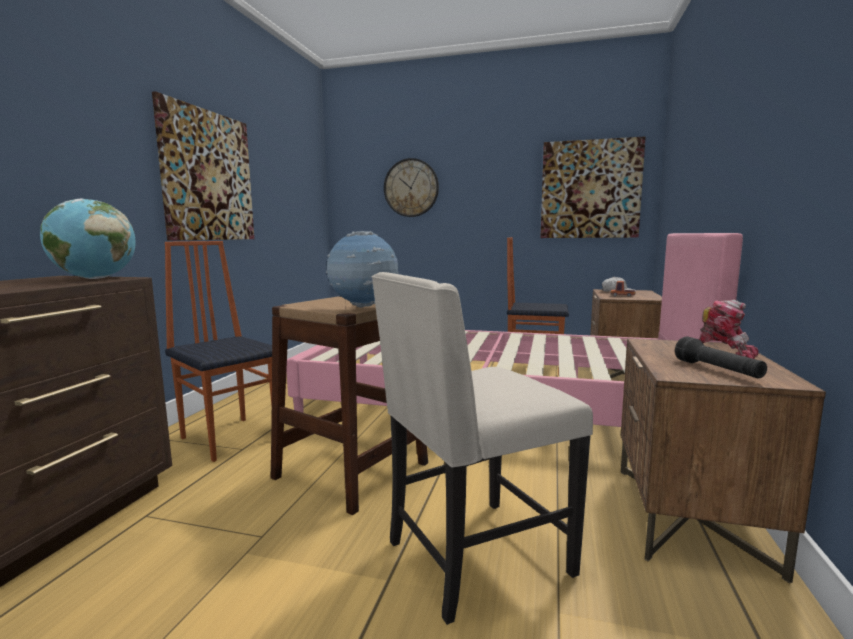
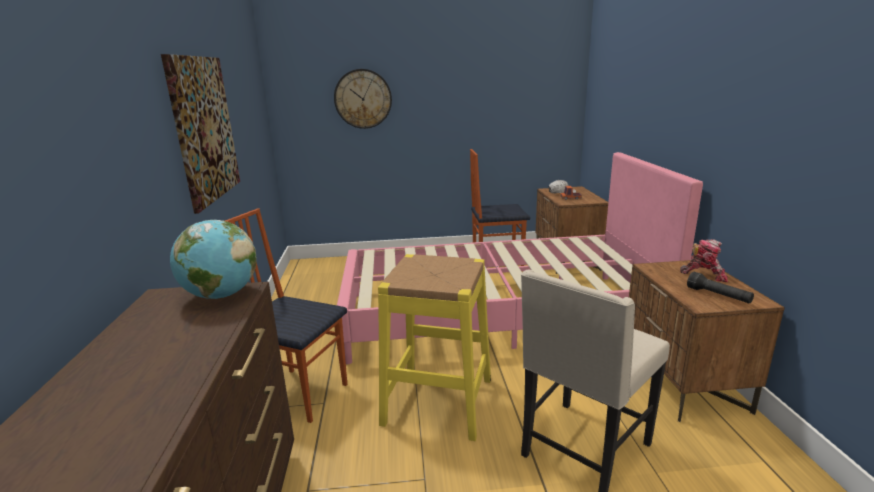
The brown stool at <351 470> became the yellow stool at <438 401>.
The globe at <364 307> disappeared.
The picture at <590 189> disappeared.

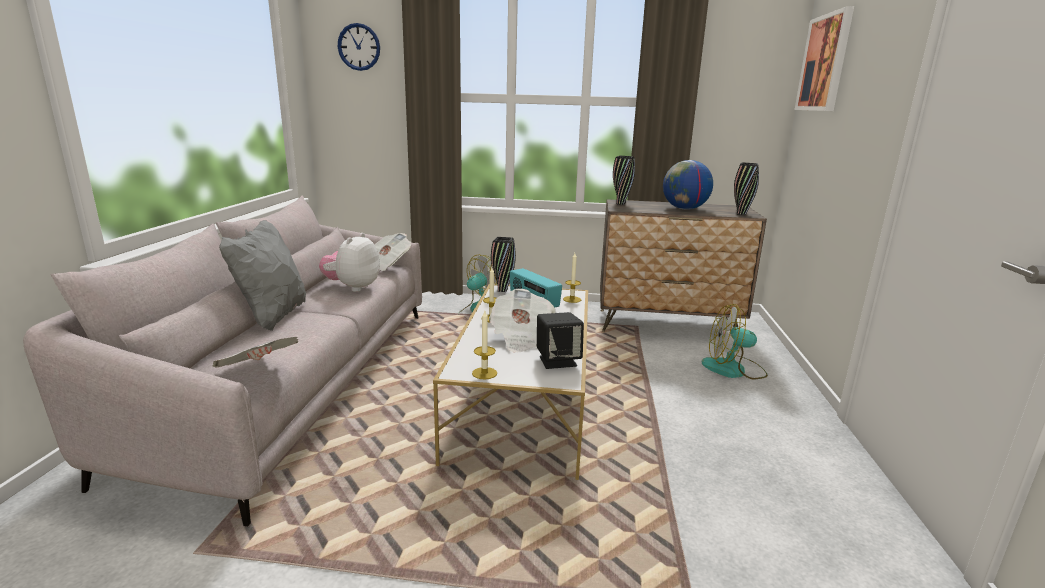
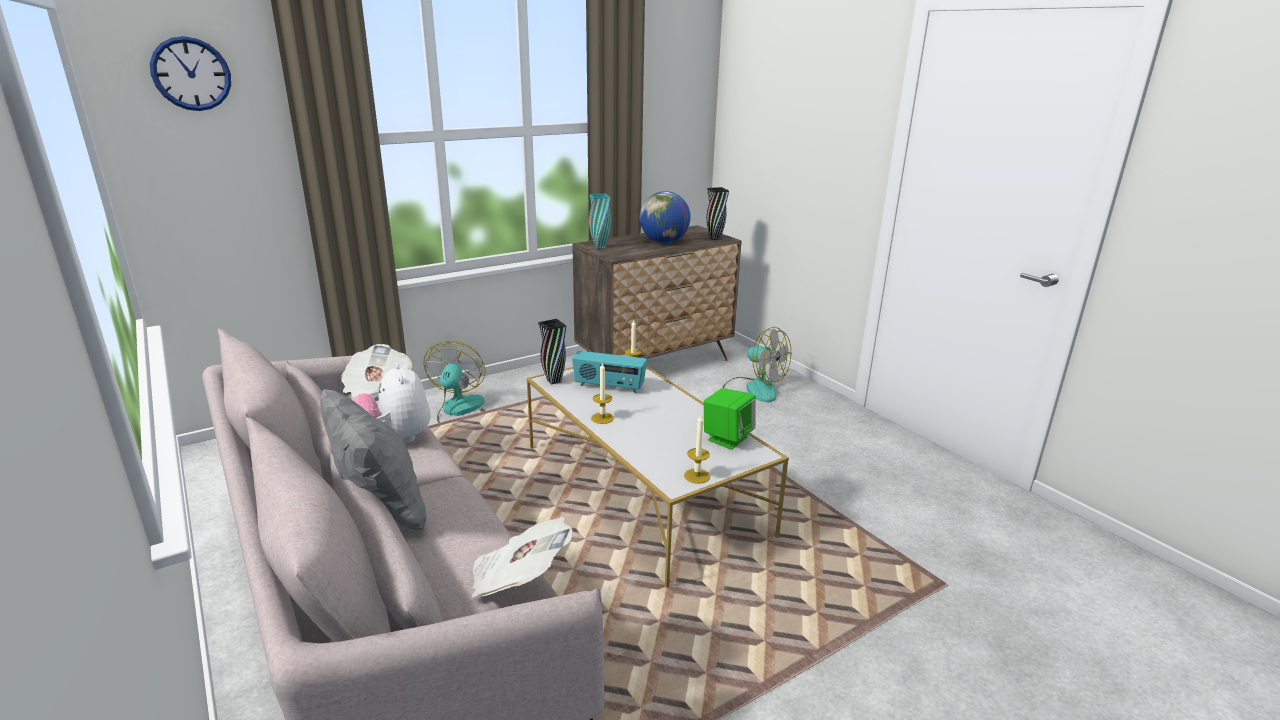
The black vase at <621 203> became the turquoise vase at <600 247>.
The black speaker at <558 361> became the green speaker at <727 438>.
The fan at <733 369> turned 105 degrees counterclockwise.
The newspaper at <522 338> disappeared.
The picture at <824 63> disappeared.

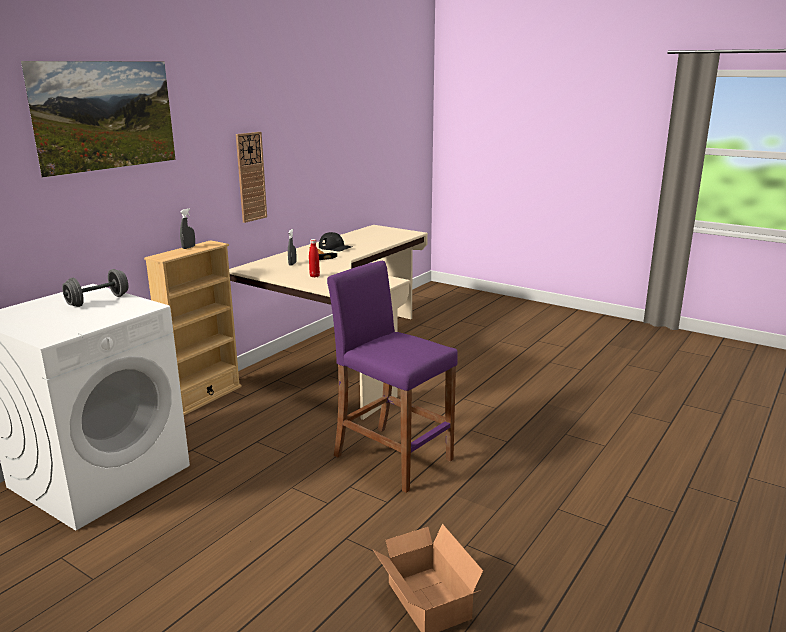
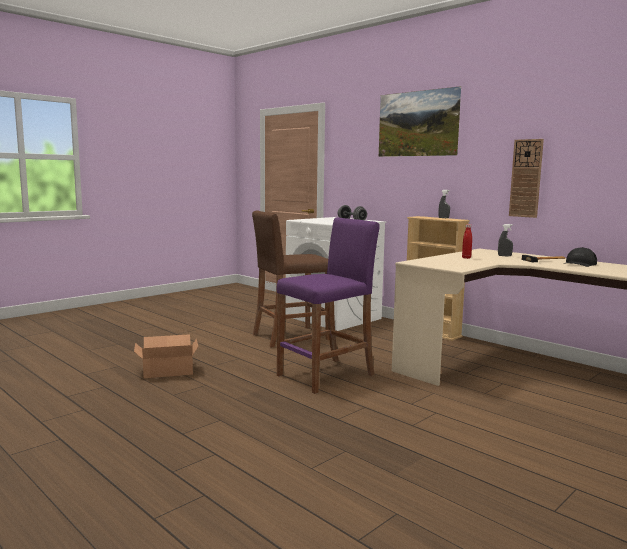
The brown stool at <290 337> appeared.

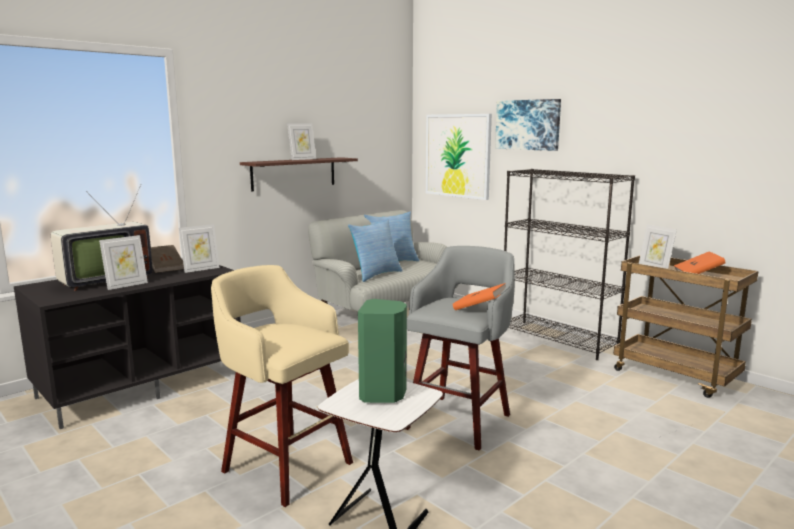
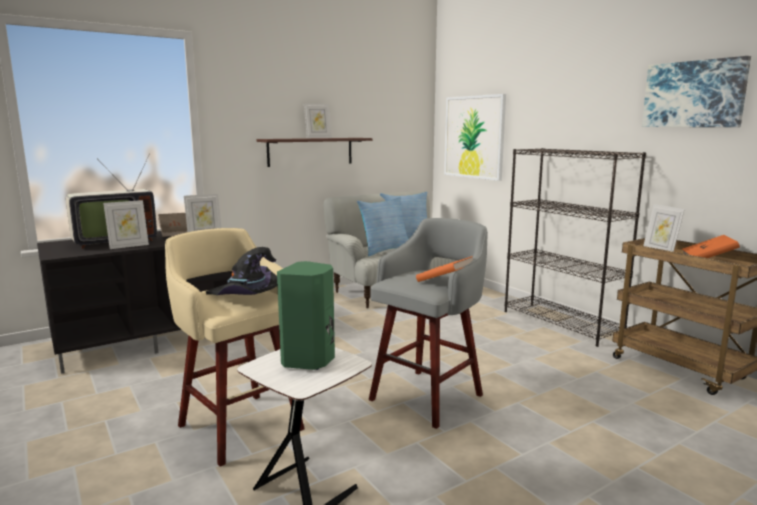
The black hat at <246 296> appeared.
The picture moved from <528 125> to <693 94>.

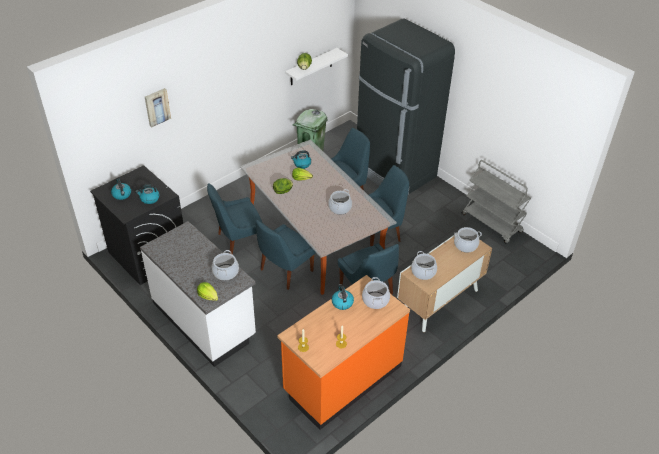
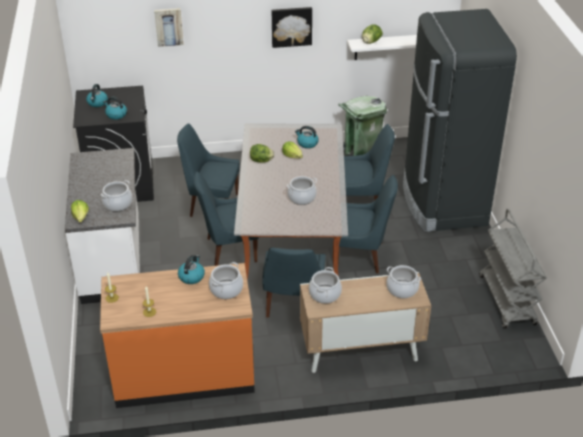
The picture at <291 26> appeared.

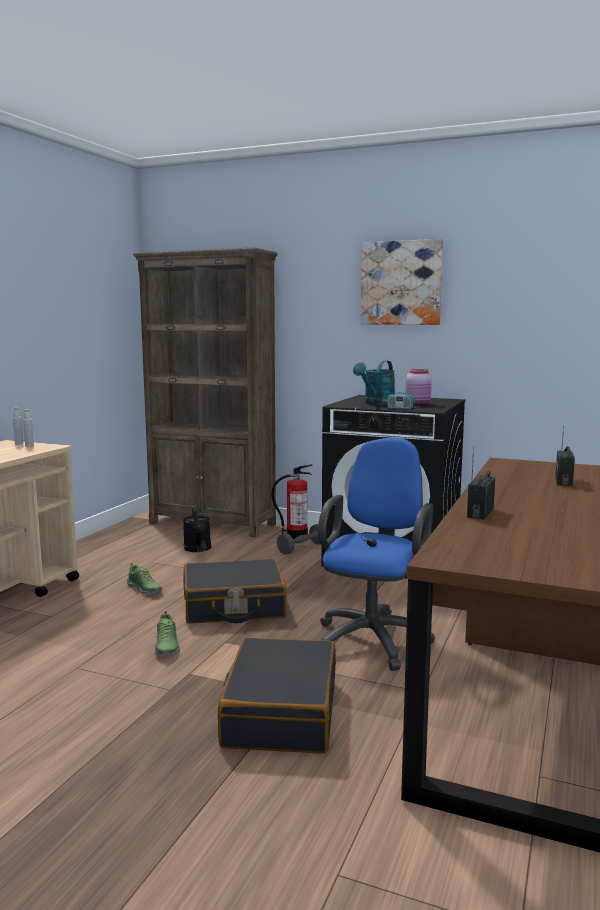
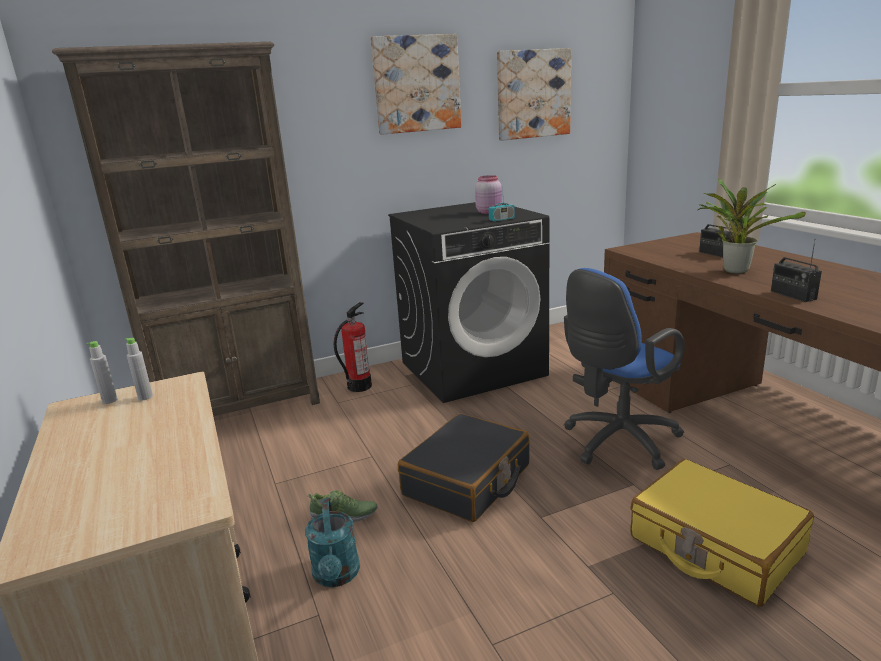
The turquoise watering can moved from <376 404> to <336 576>.
The picture at <533 94> appeared.
The blue office chair at <373 638> turned 105 degrees counterclockwise.
The black suitcase at <280 712> became the yellow suitcase at <714 545>.
The potted plant at <734 270> appeared.
The shoe at <166 646> disappeared.
The black watering can at <198 549> disappeared.
The grey dumbbell at <302 548> disappeared.

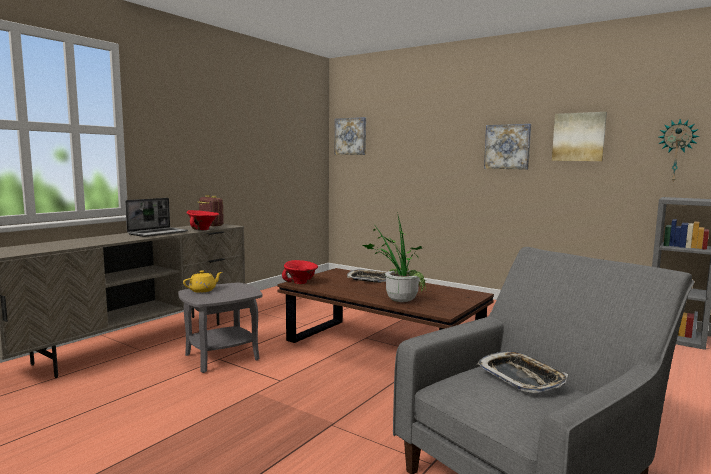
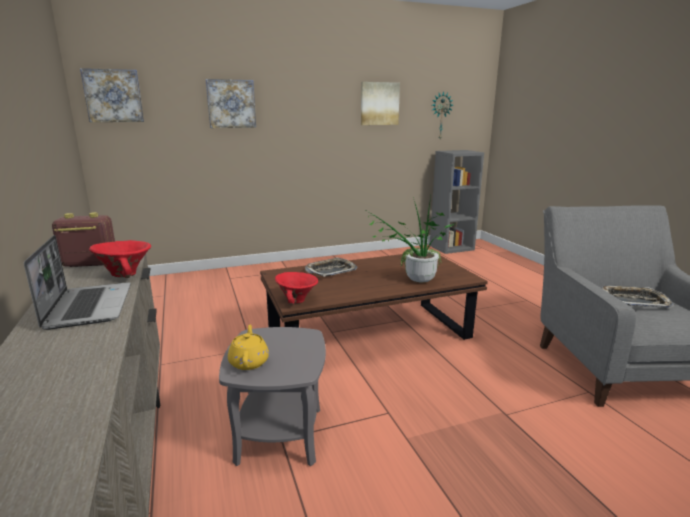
The picture moved from <507 146> to <231 104>.

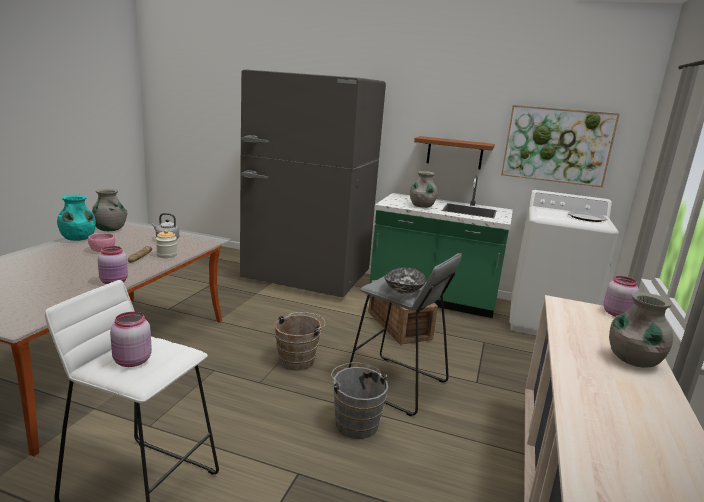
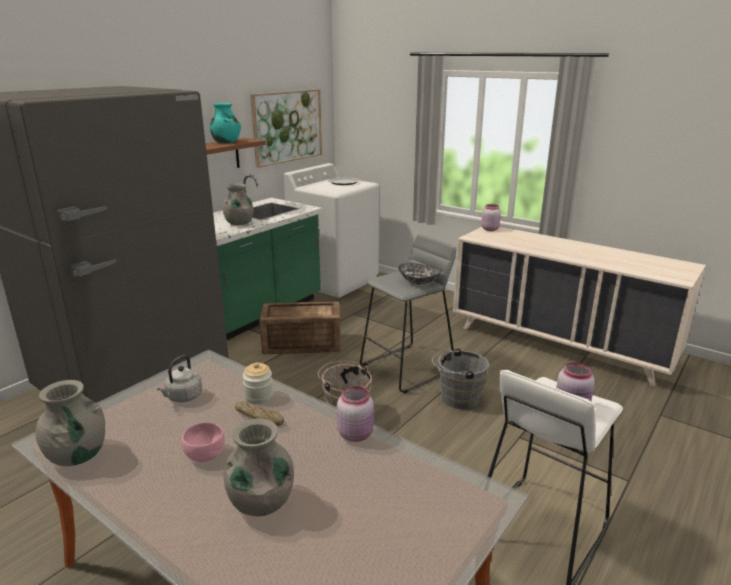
The turquoise vase moved from <78 238> to <226 142>.
The grey vase moved from <633 360> to <261 502>.

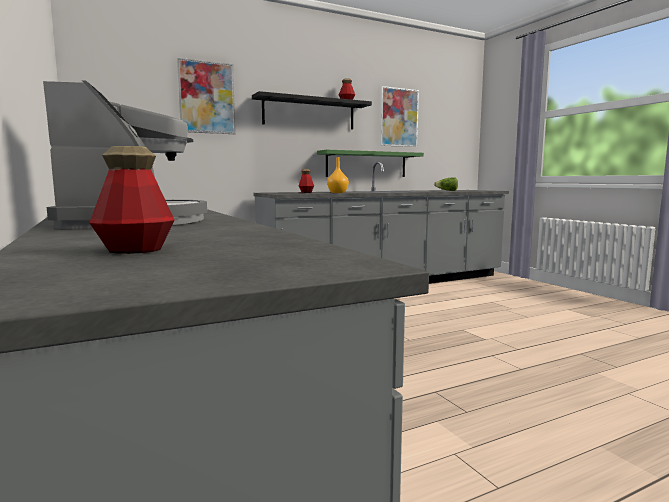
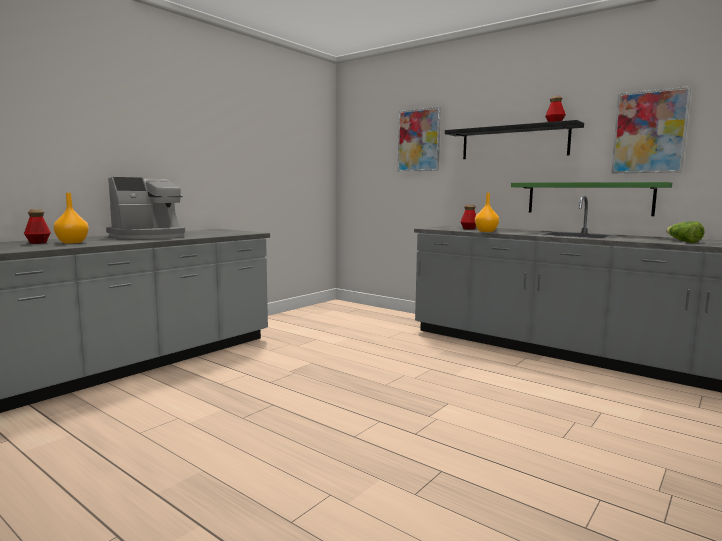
The orange vase at <73 242> appeared.

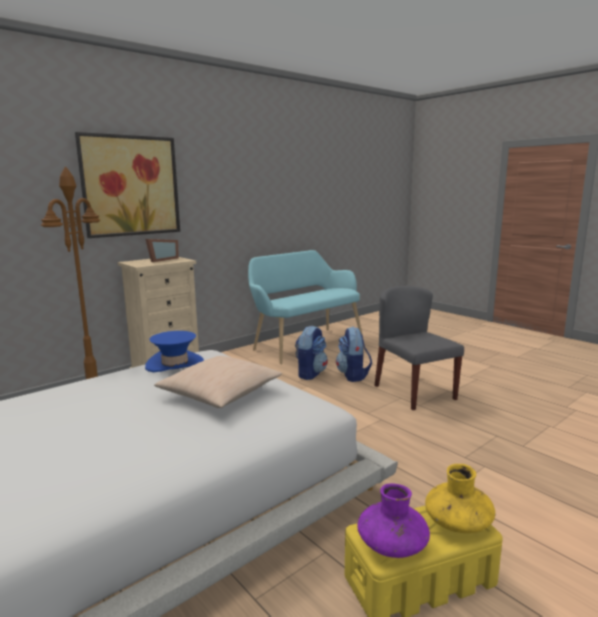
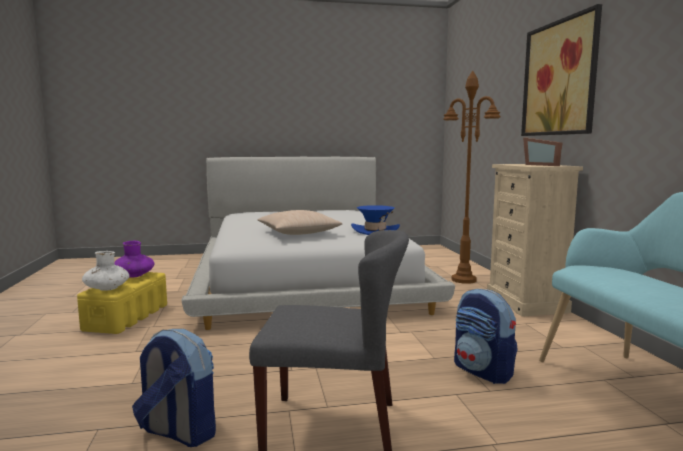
The yellow vase at <457 523> became the white vase at <107 288>.
The backpack moved from <353 375> to <178 432>.

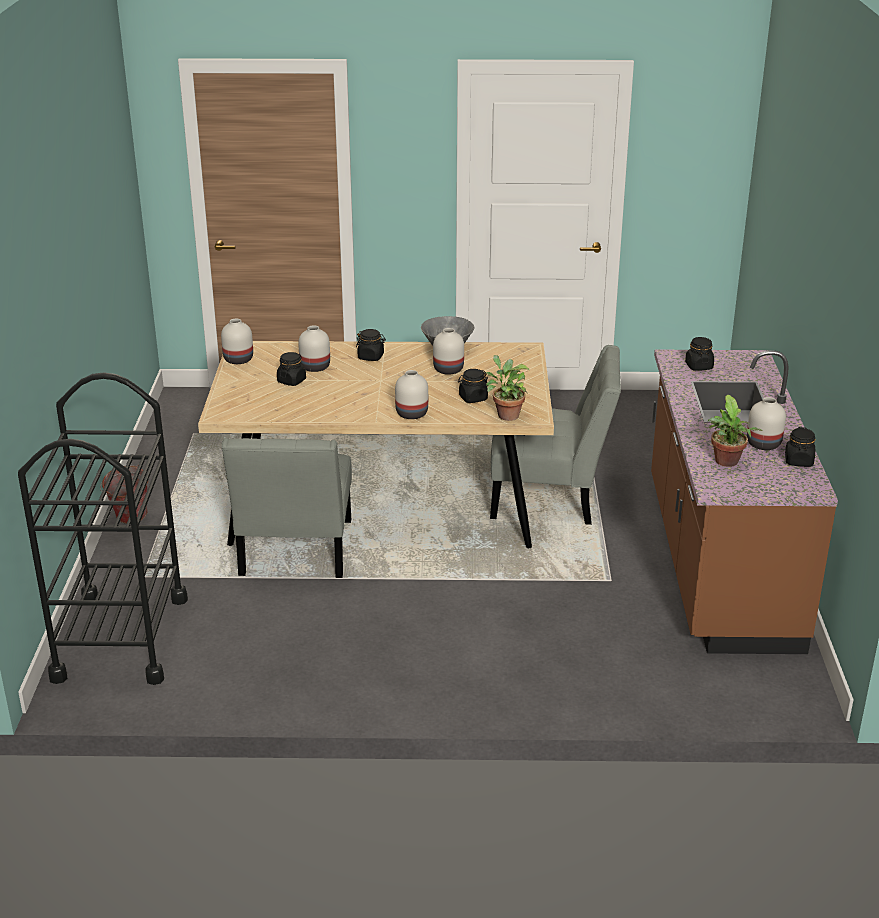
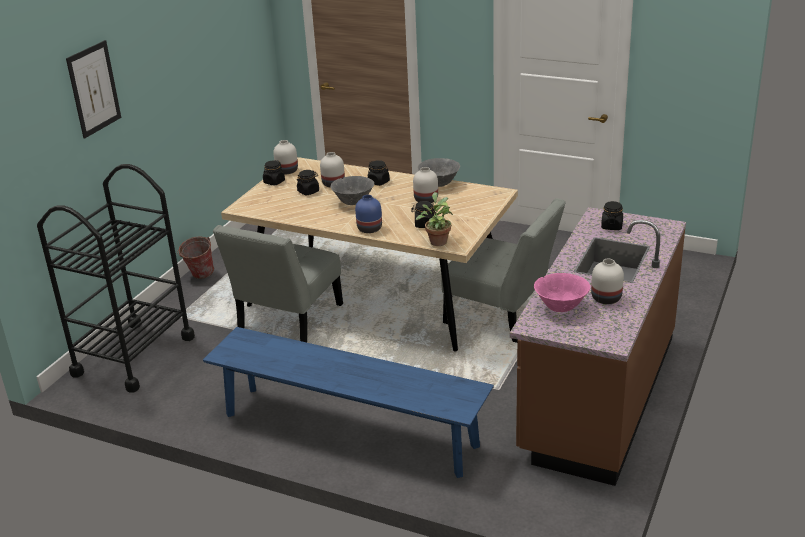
The picture at <94 89> appeared.
The blue bench at <349 430> appeared.
The black jar moved from <798 461> to <274 182>.
The grey bowl at <353 203> appeared.
The white vase at <412 414> became the blue vase at <369 229>.
The potted plant at <727 463> was replaced by the pink bowl at <560 308>.

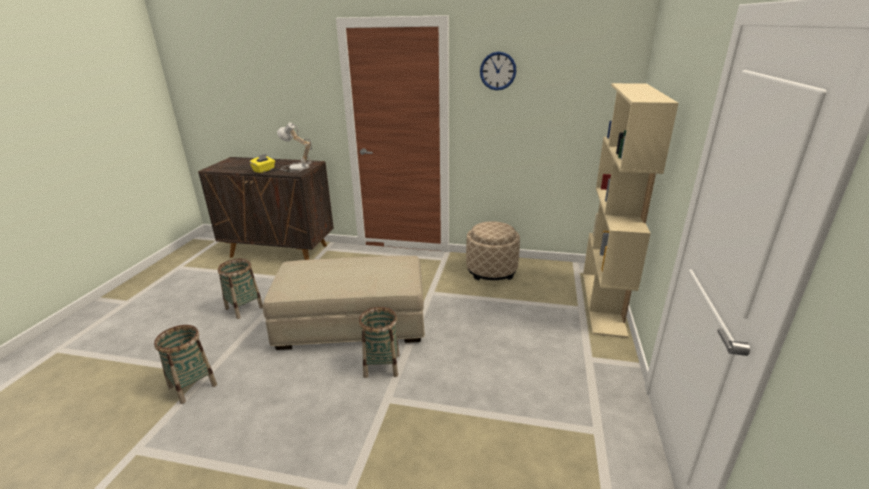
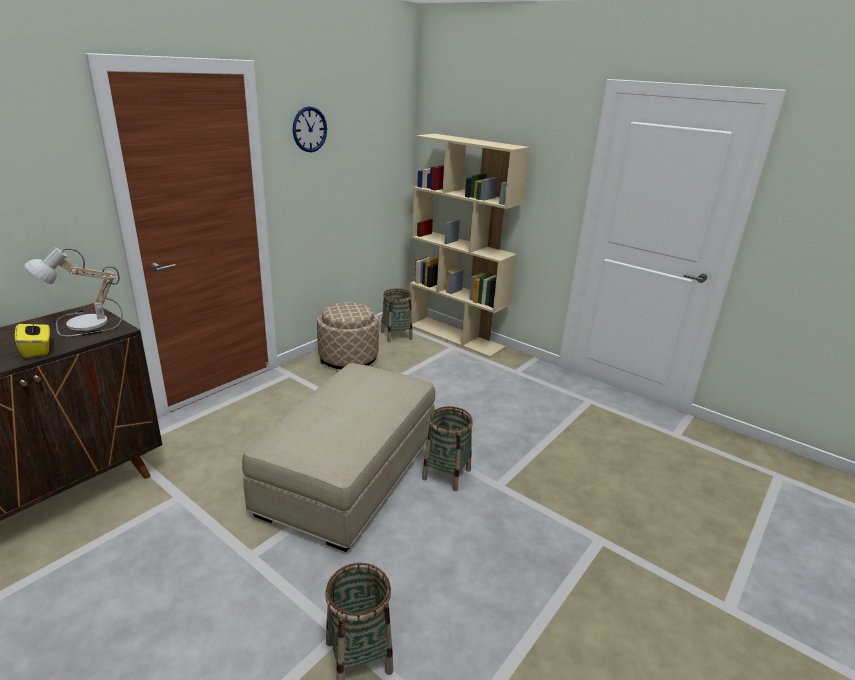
The basket moved from <244 308> to <396 335>.

